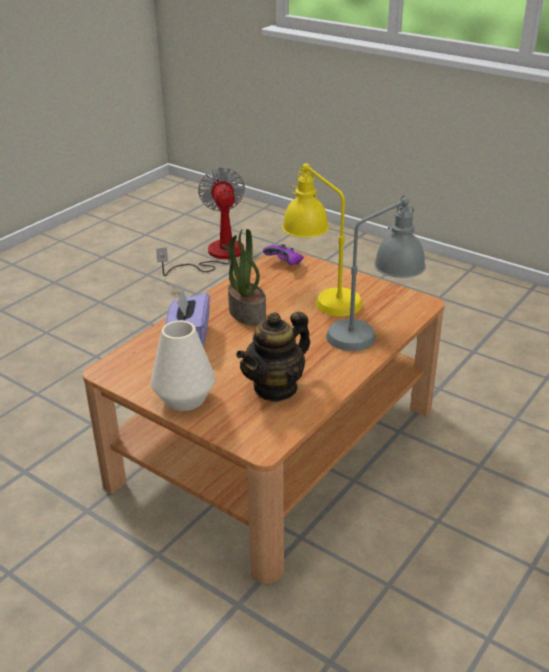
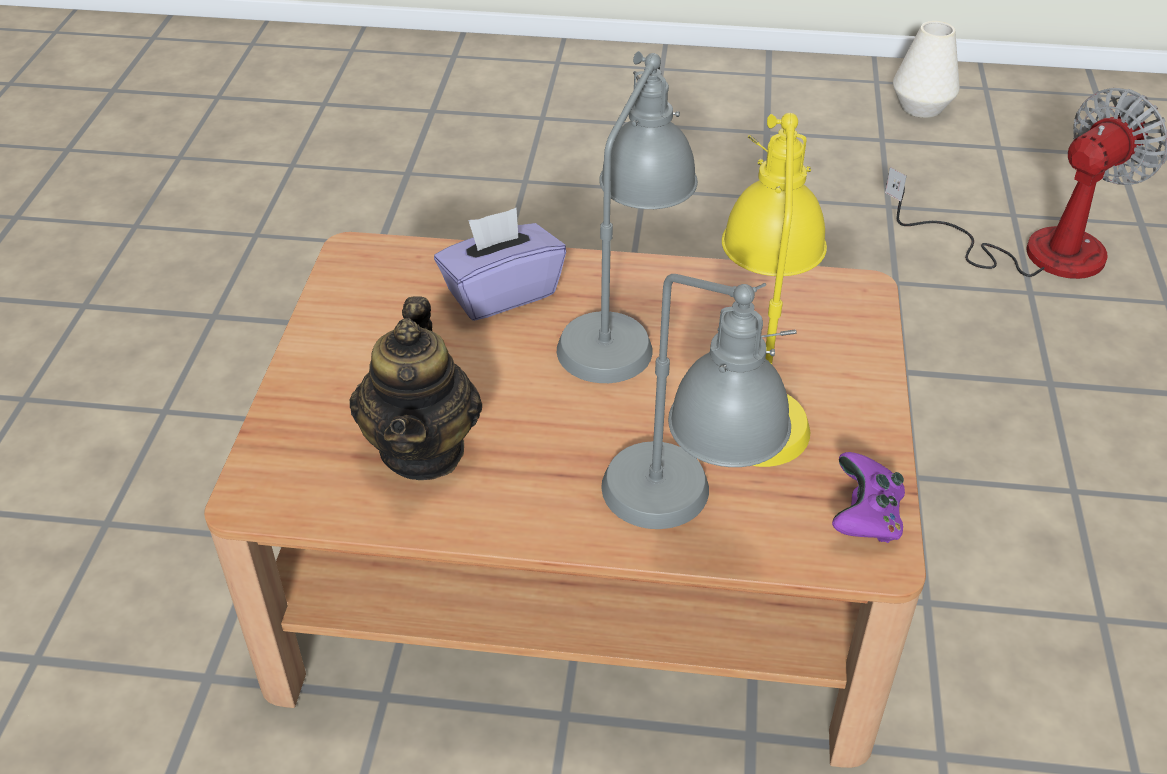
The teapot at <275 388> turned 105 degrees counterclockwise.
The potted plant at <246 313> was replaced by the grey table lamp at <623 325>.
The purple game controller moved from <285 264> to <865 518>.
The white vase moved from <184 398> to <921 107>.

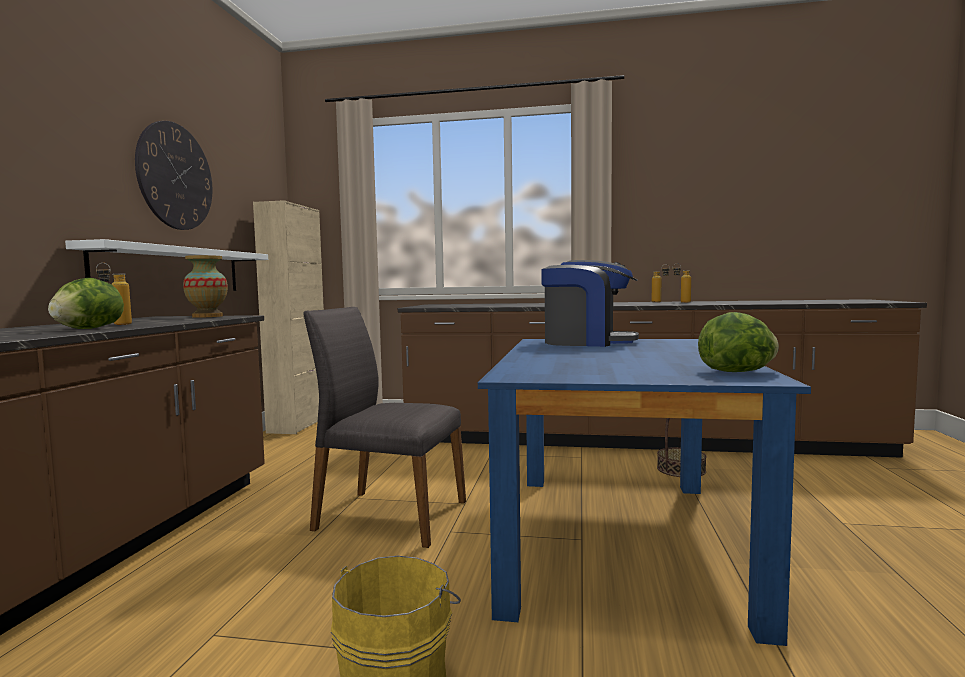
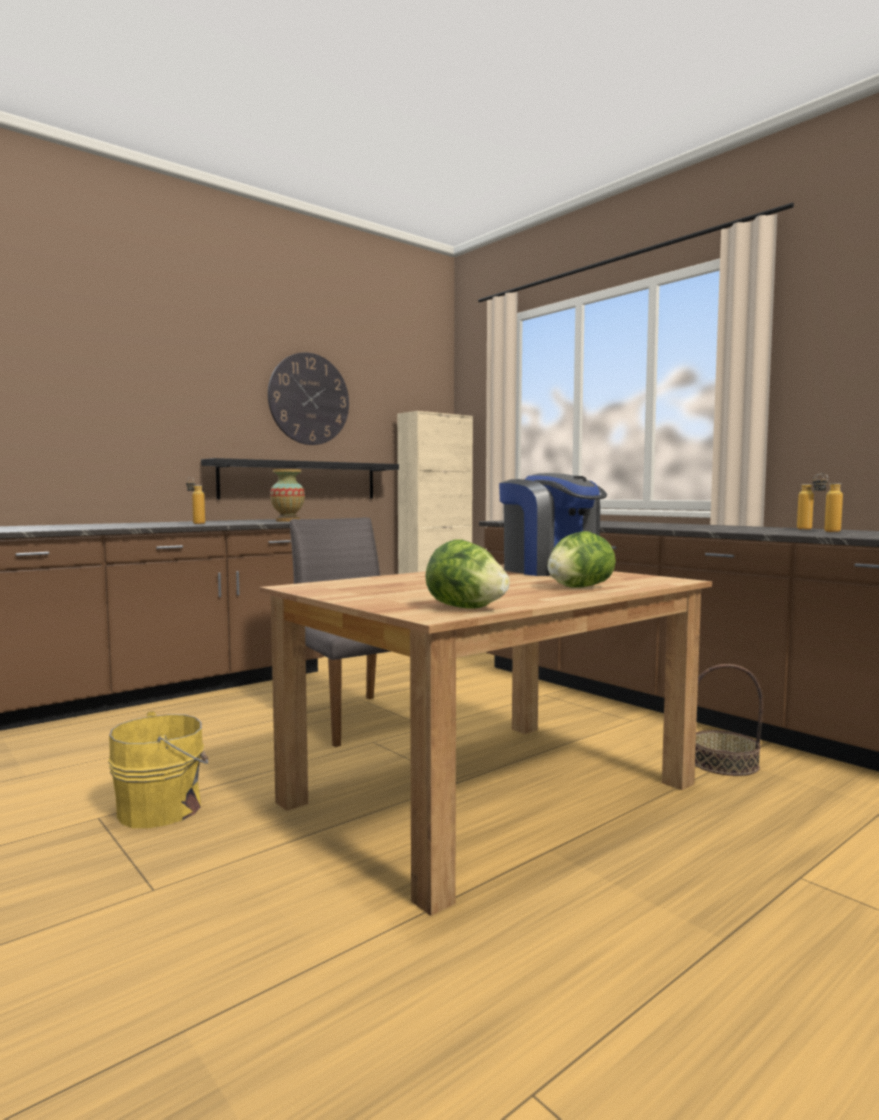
The white shelf at <172 270> became the black shelf at <300 480>.
The blue dining table at <616 537> became the brown dining table at <491 791>.
The lettuce moved from <87 328> to <579 587>.

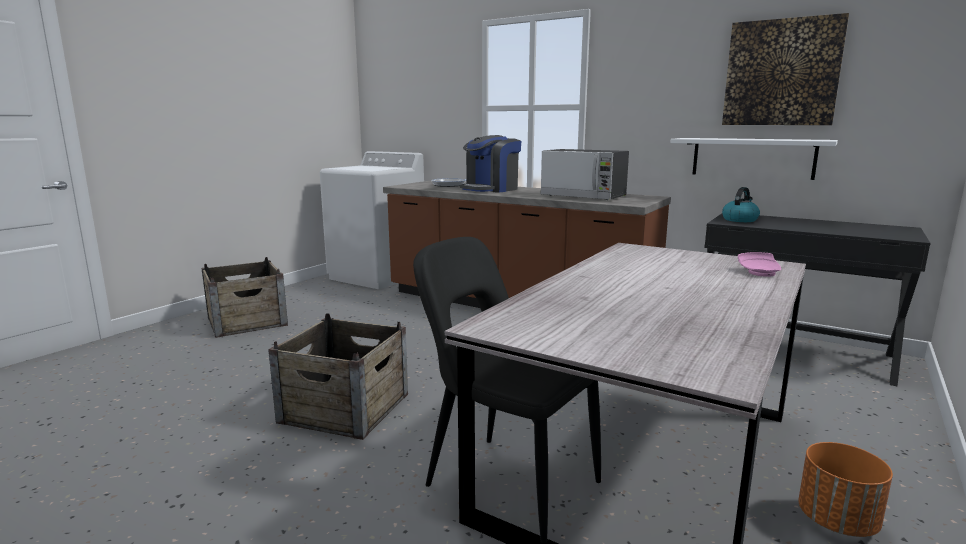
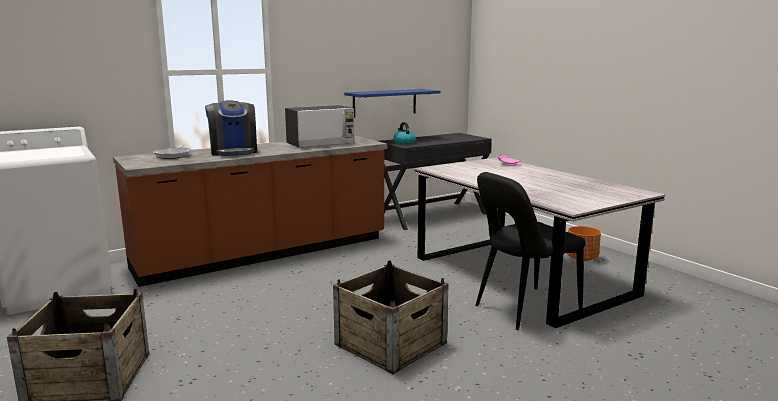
The white shelf at <752 158> became the blue shelf at <385 103>.
The picture at <781 73> disappeared.

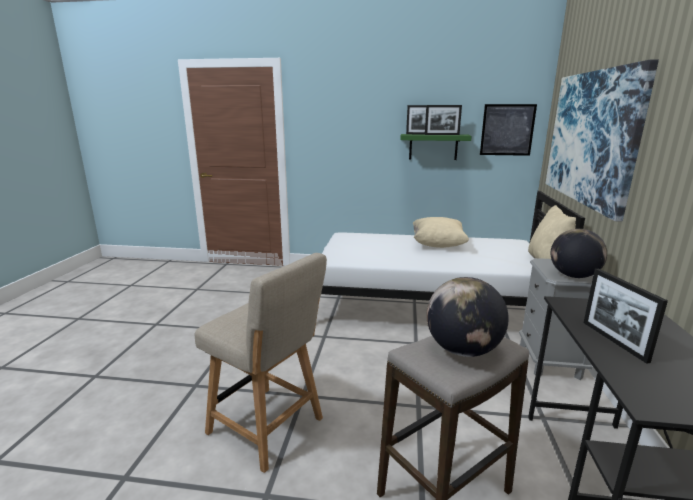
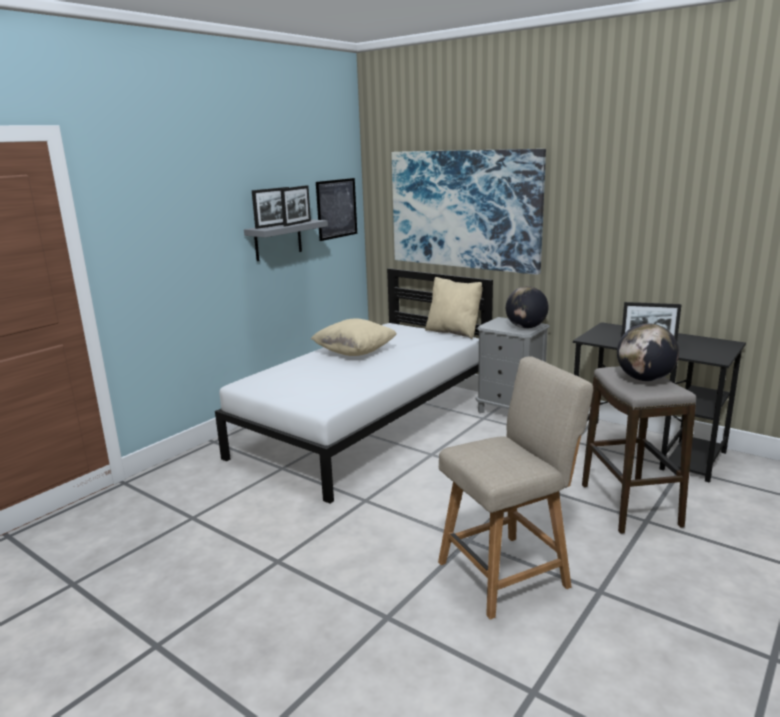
The green shelf at <433 147> became the grey shelf at <278 240>.

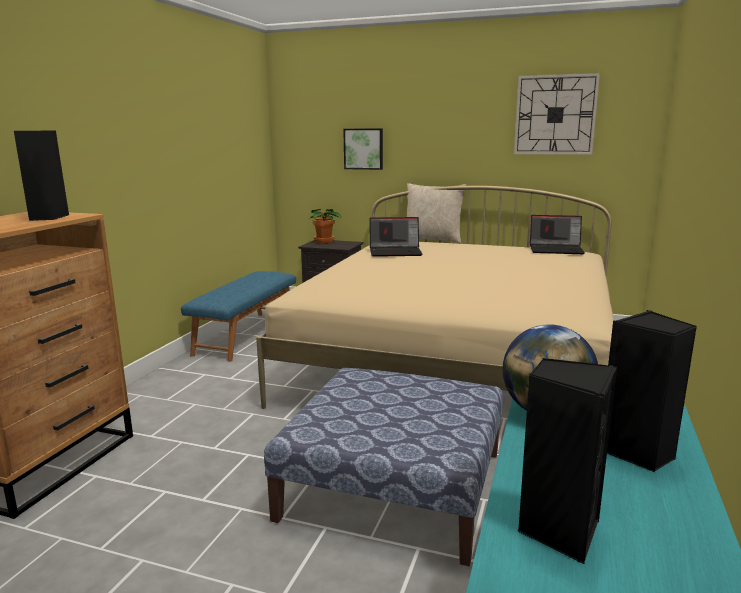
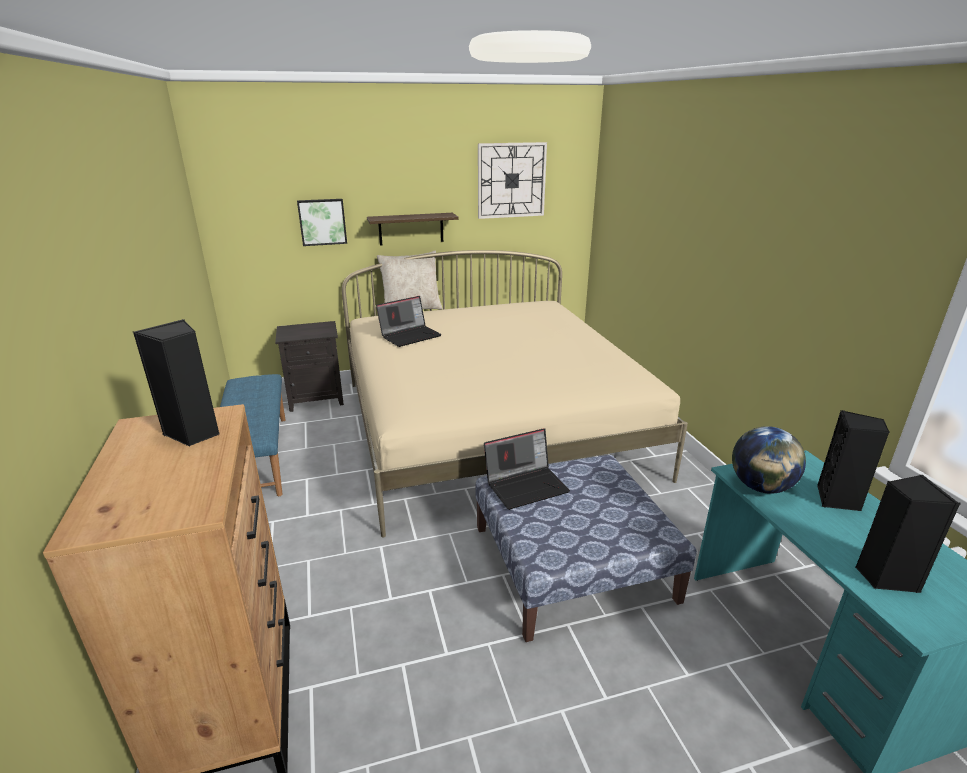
The shelf at <411 229> appeared.
The laptop moved from <556 250> to <526 485>.
The potted plant at <324 241> disappeared.

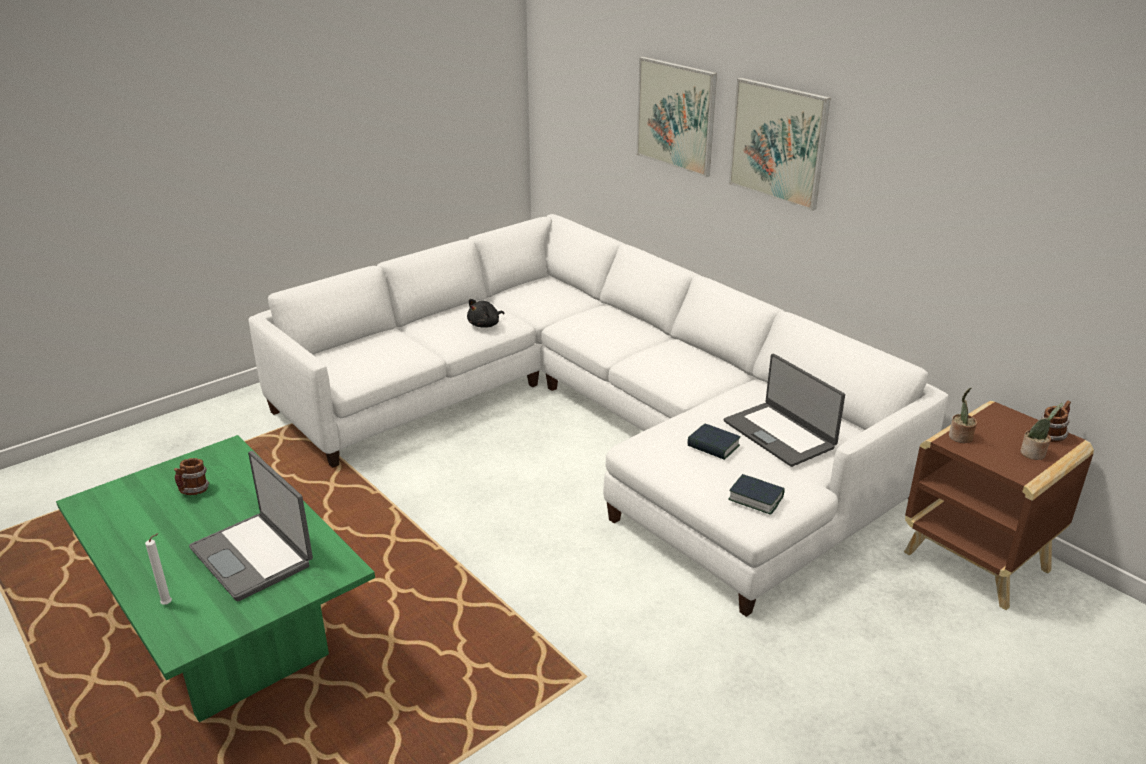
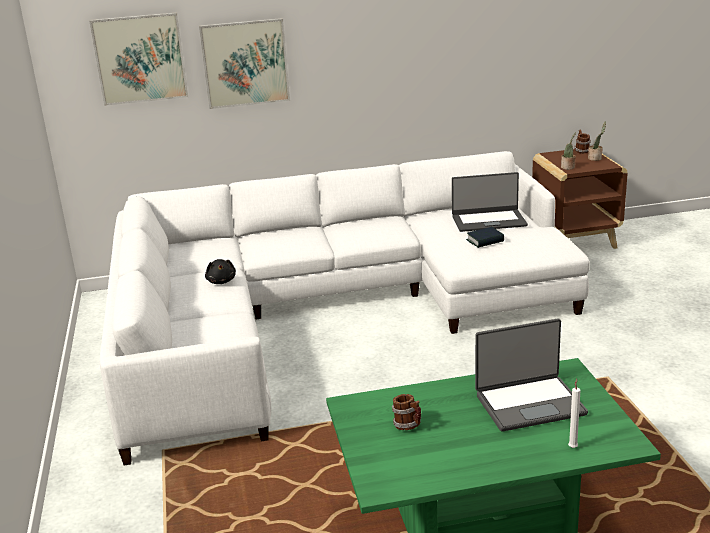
The picture moved from <778 143> to <140 59>.
The book at <755 498> disappeared.

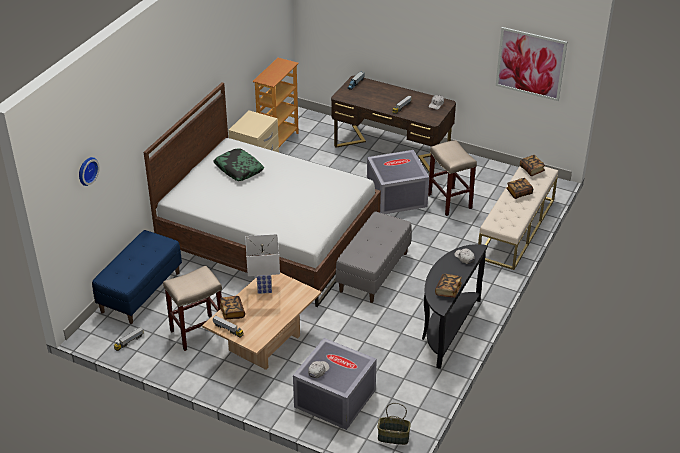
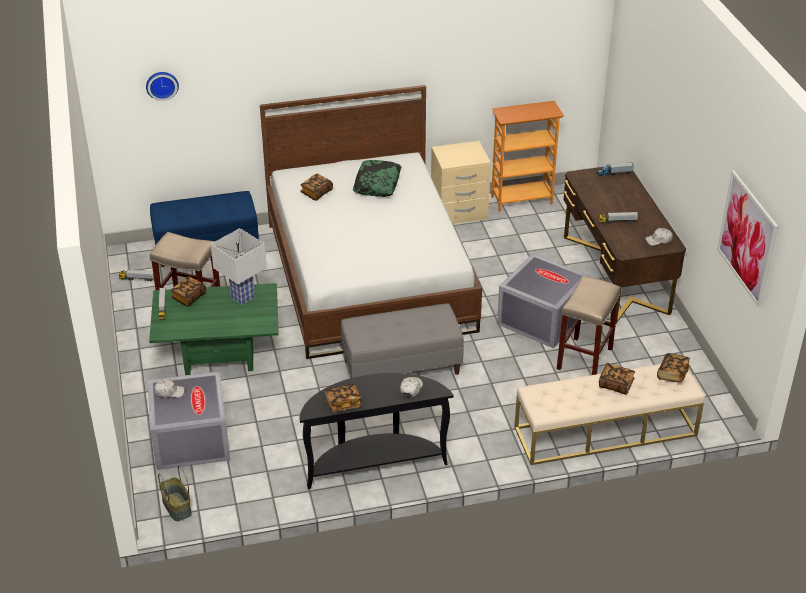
The beige coffee table at <264 343> became the green coffee table at <219 355>.
The book at <316 193> appeared.

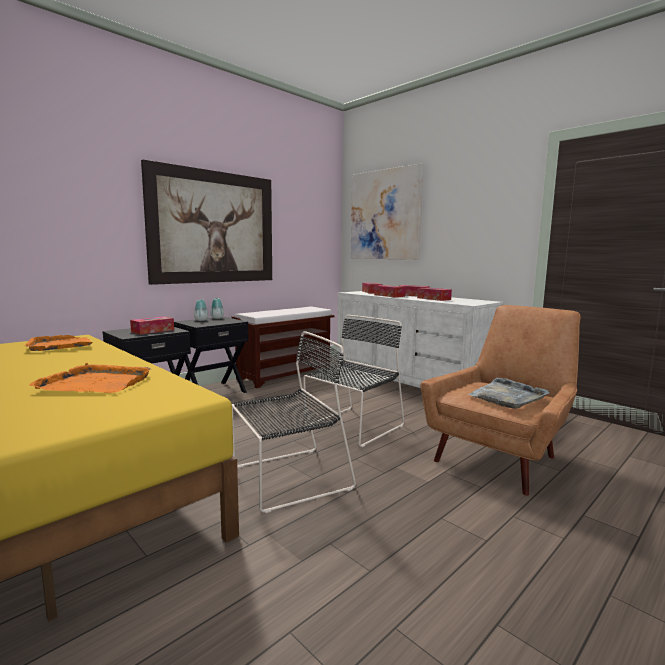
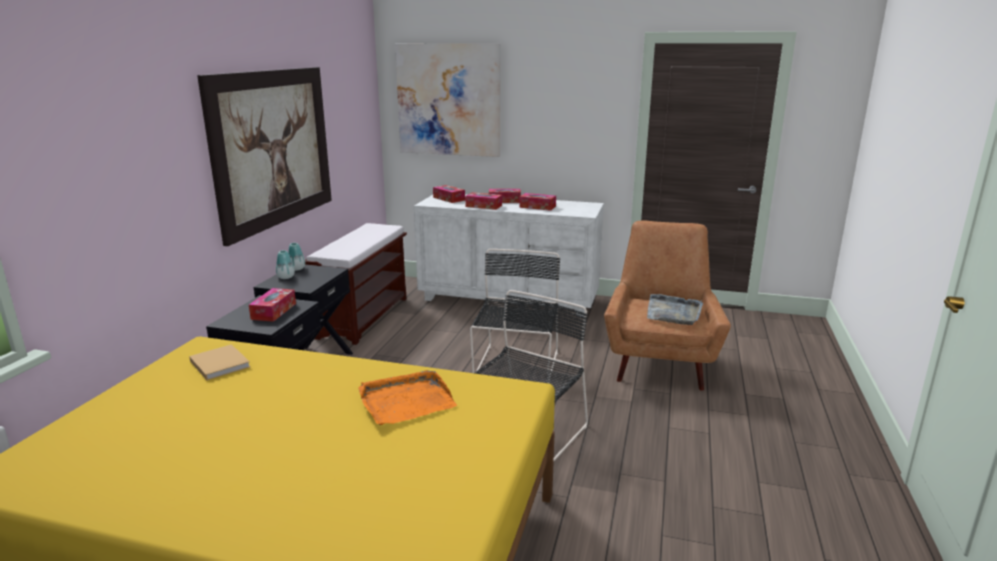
The orange tray at <60 345> was replaced by the beige book at <219 363>.

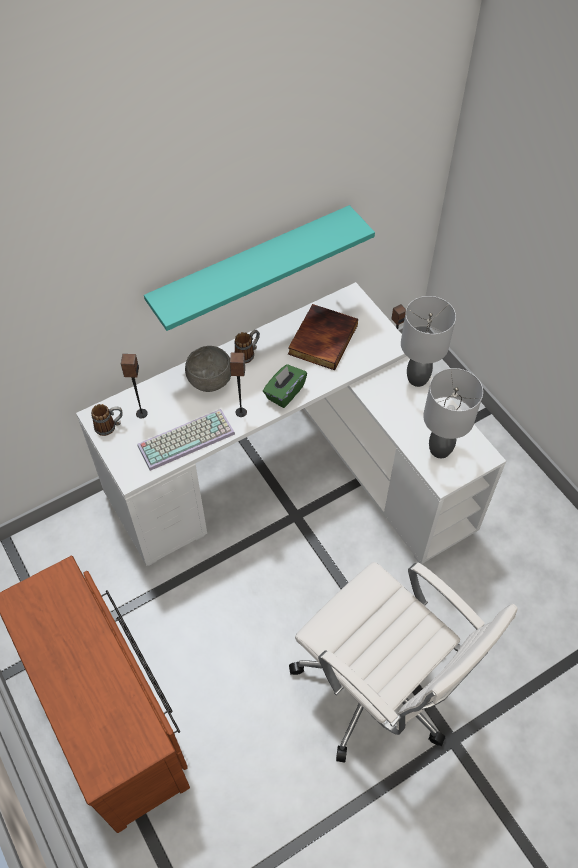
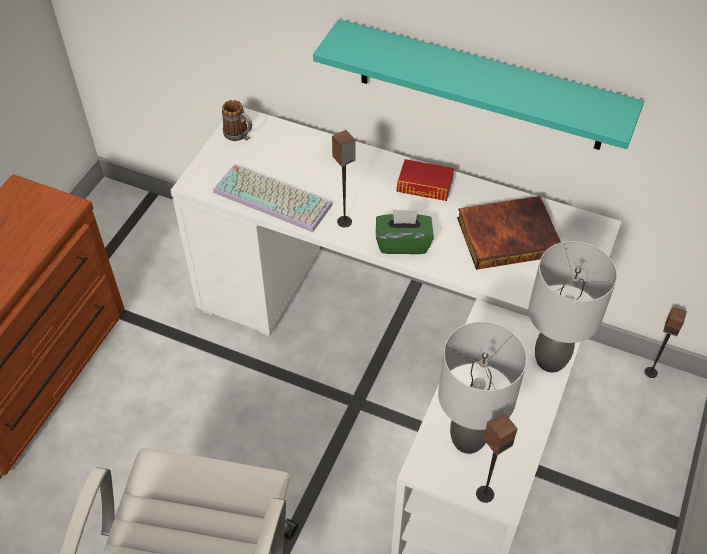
The mug at <248 353> was replaced by the book at <424 185>.
The speaker moved from <141 413> to <484 494>.
The grey bowl at <210 380> disappeared.

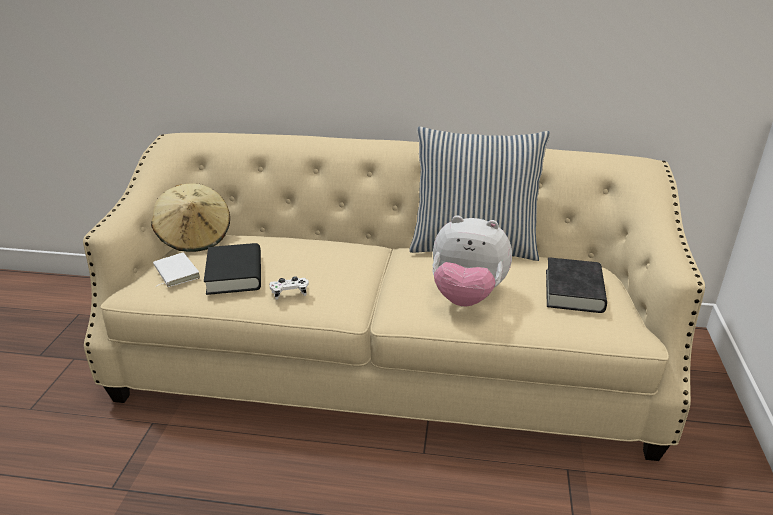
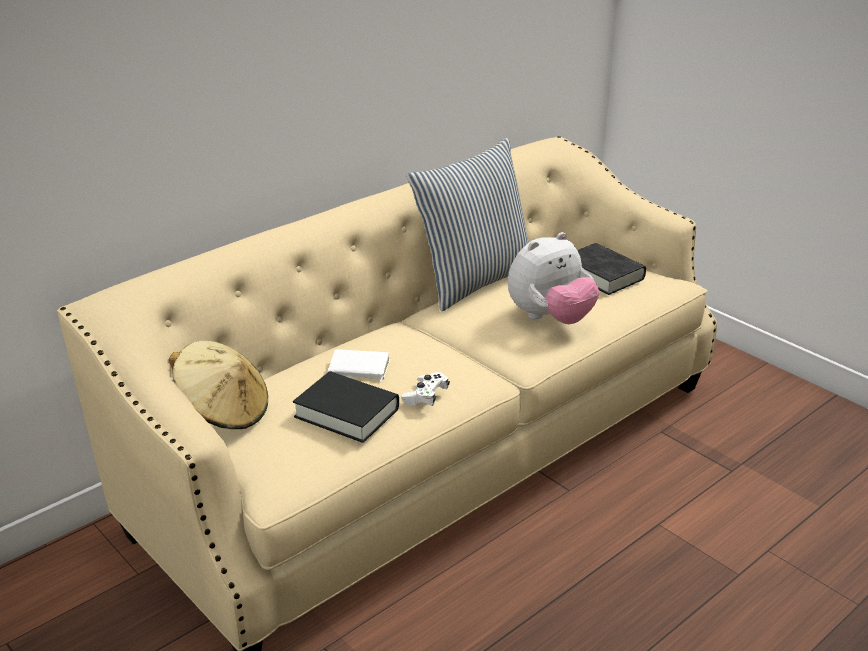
The white book moved from <175 273> to <359 369>.

